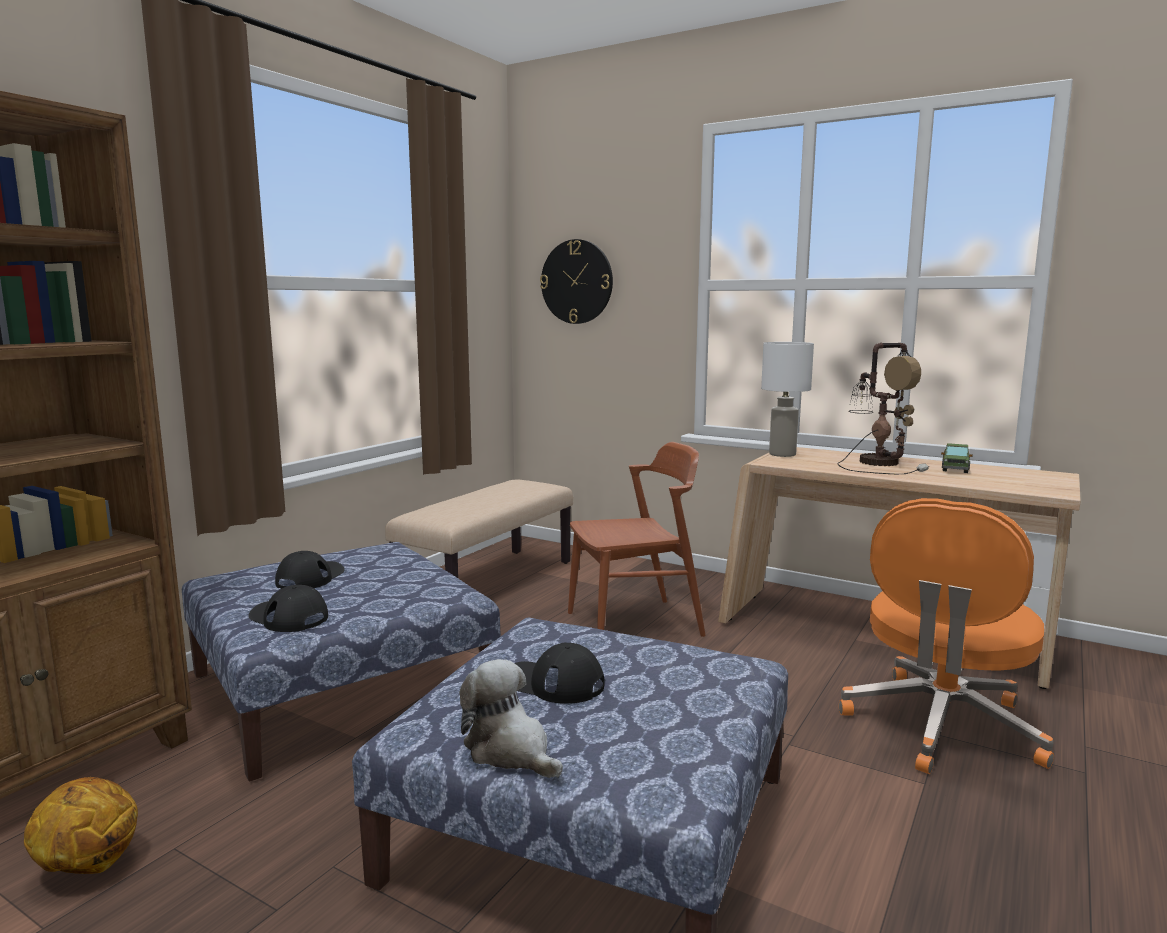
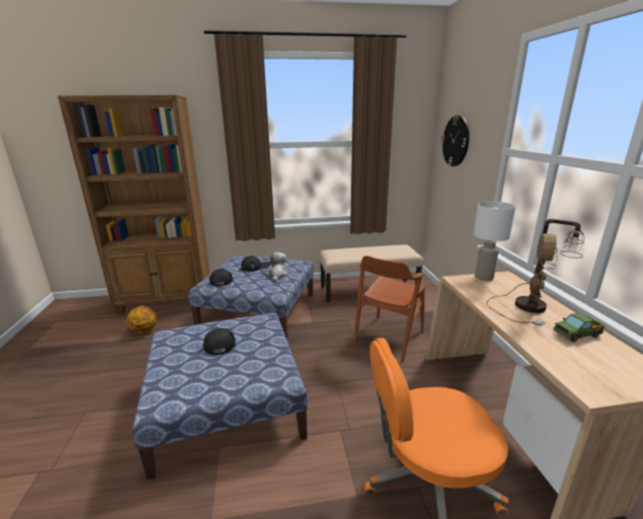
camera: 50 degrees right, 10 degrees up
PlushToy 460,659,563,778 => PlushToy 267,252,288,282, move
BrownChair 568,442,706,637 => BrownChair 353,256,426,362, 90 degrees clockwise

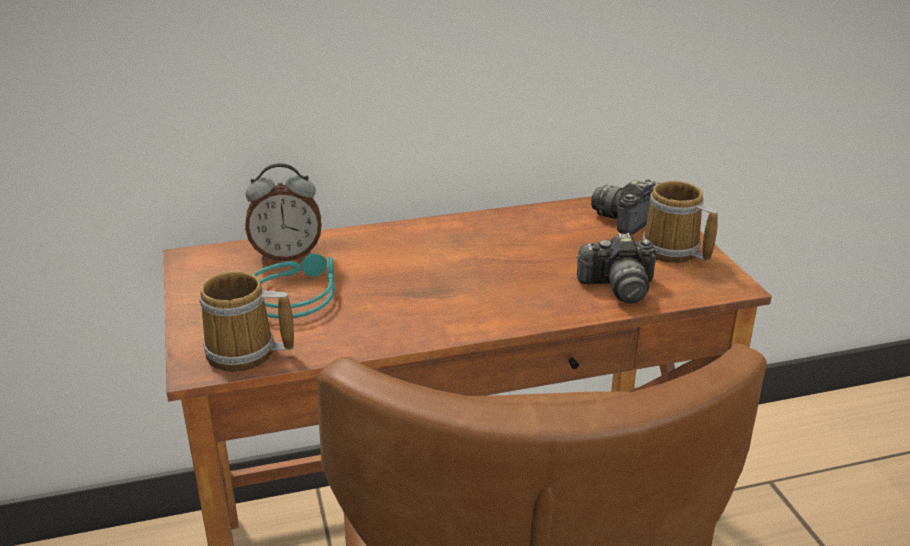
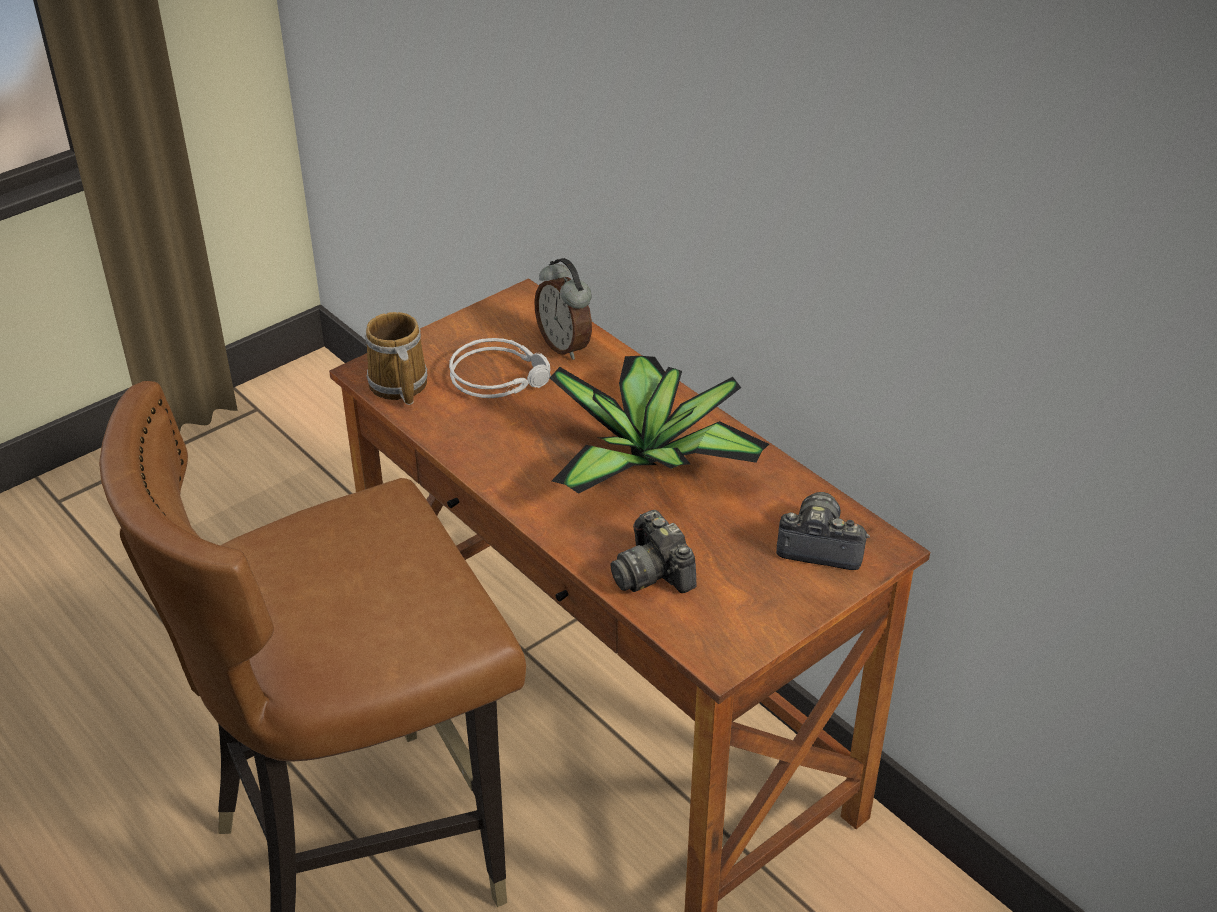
camera: 65 degrees right, 10 degrees up
Mug 642,181,718,263 => nothing
nothing => PottedPlant 550,356,769,494
TurquoiseHeadphones 253,253,335,318 => GreyHeadphones 449,338,551,398

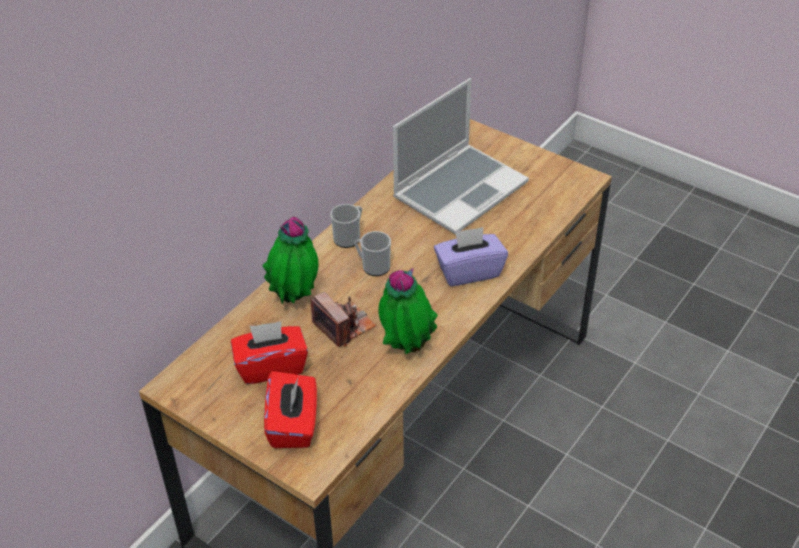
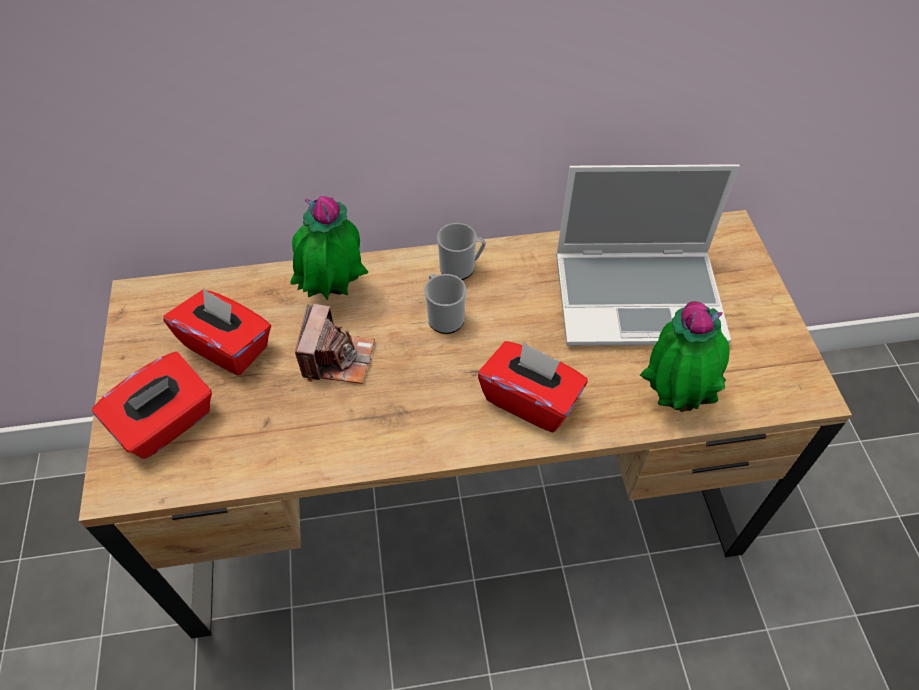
camera: 45 degrees right, 10 degrees up
PottedPlant 378,268,438,354 => PottedPlant 640,301,730,412, move
PurpleTissueBox 434,227,508,286 => RedTissueBox 478,341,588,432

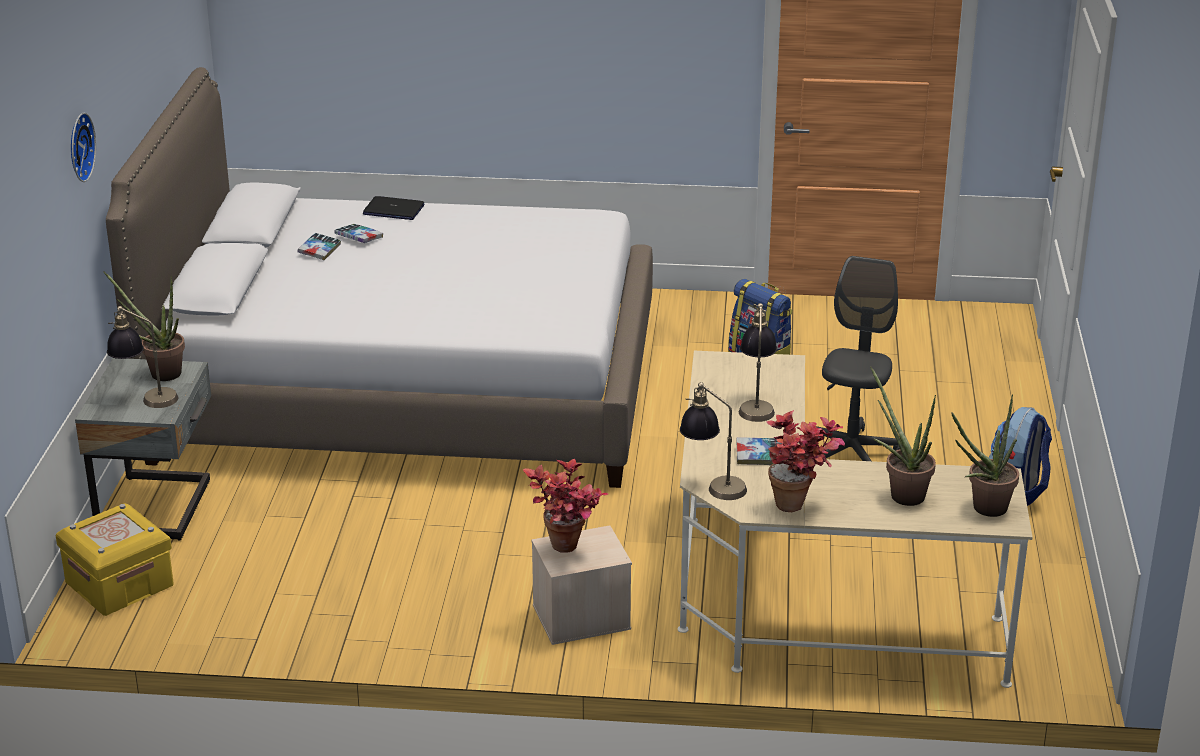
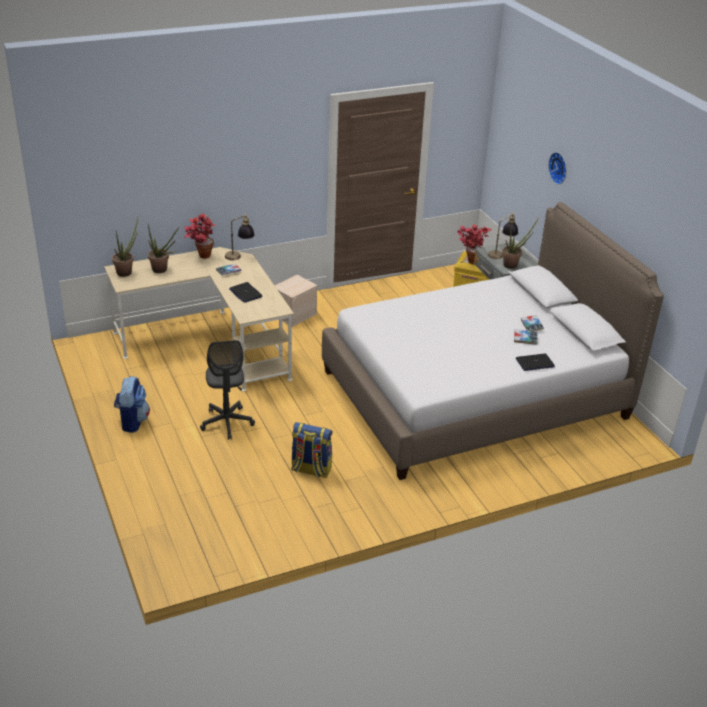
camera: 150 degrees right, 5 degrees up
PottedPlant 523,459,608,553 => PottedPlant 457,224,491,264, move
TableLamp 739,303,777,422 => Laptop 229,282,262,303

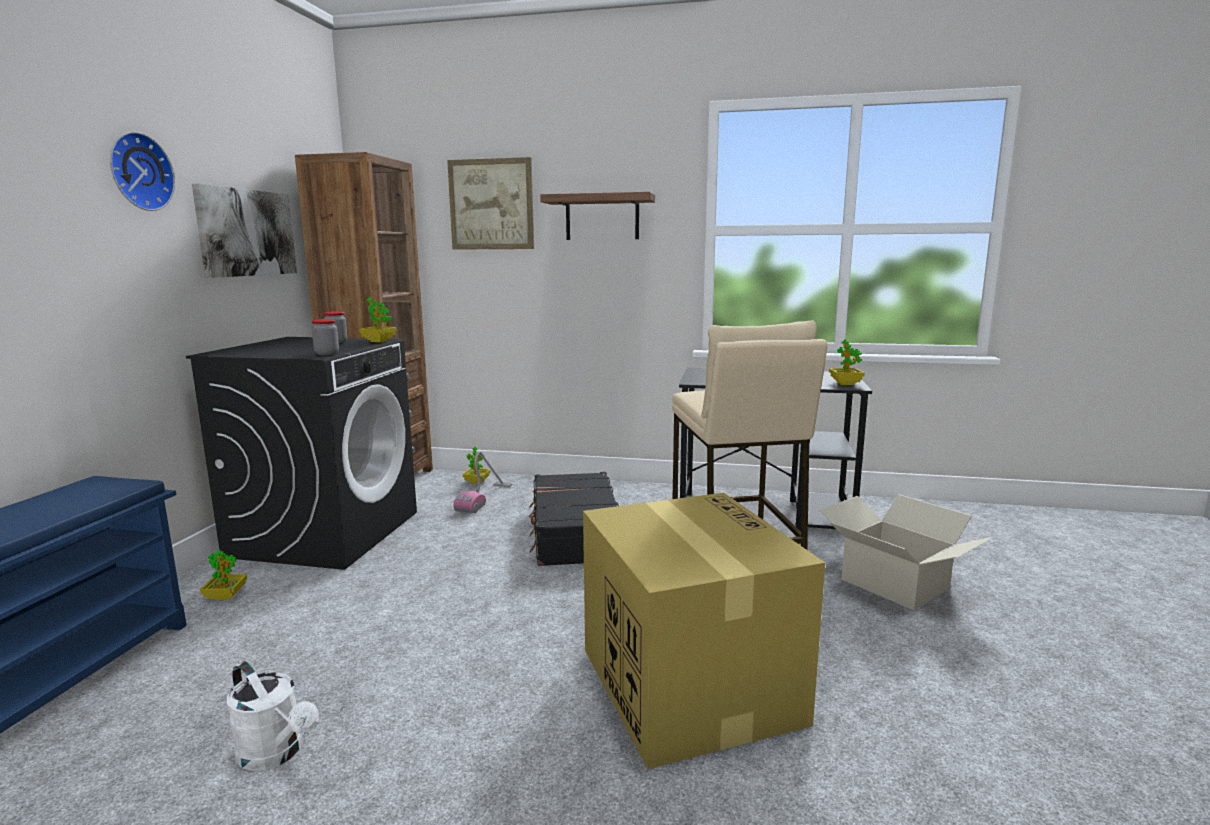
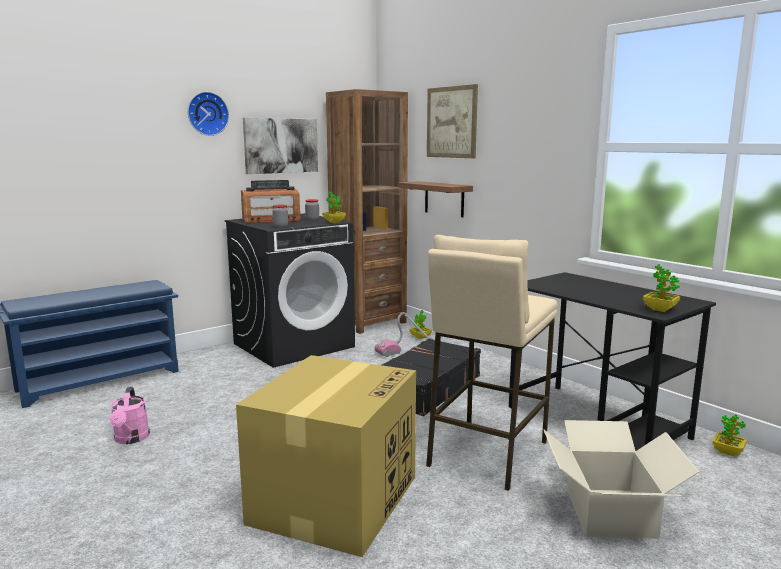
camera: 40 degrees right, 0 degrees up
nothing => Radio 241,180,301,223
PottedPlant 200,550,247,600 => PottedPlant 712,414,747,456, move
Shelf 540,192,655,240 => Shelf 399,181,473,217, move
WhiteWateringCan 226,661,319,771 => PinkWateringCan 110,387,150,444

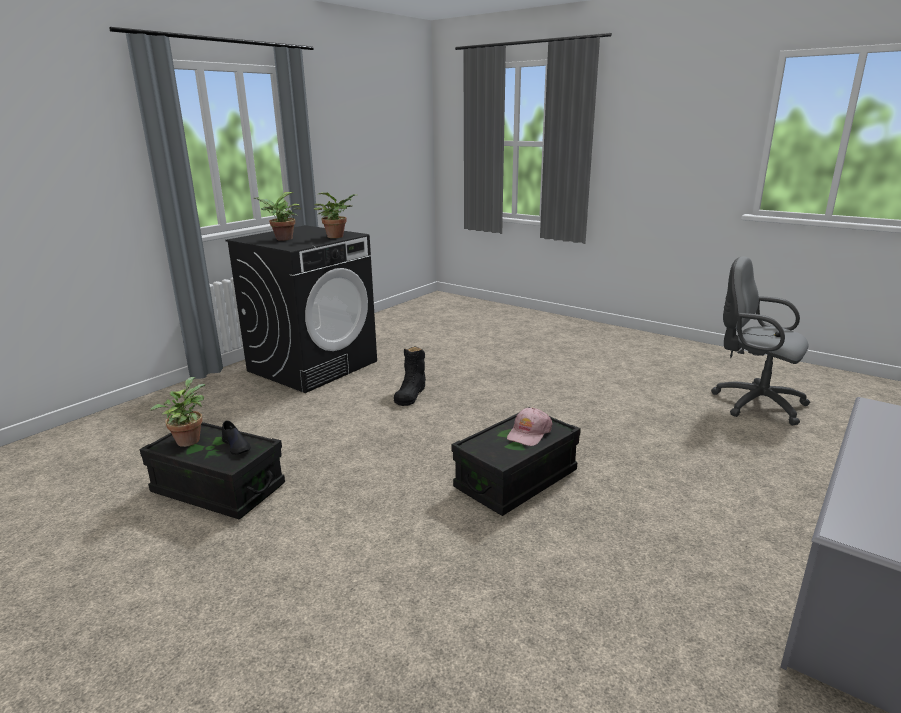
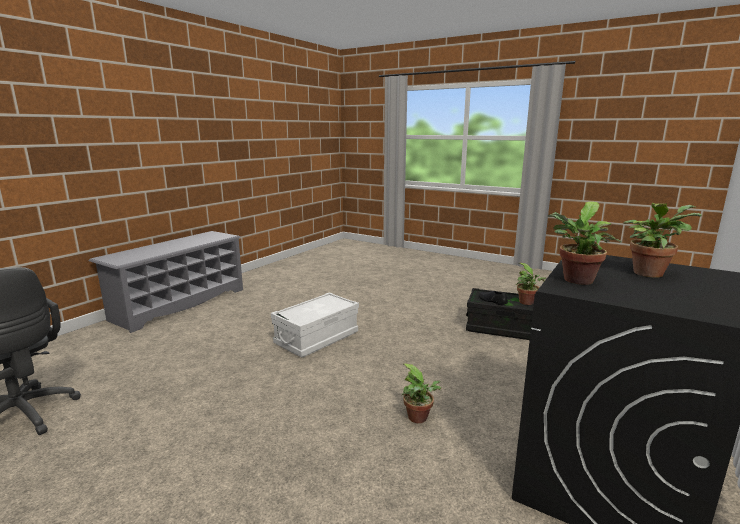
camera: 175 degrees right, 5 degrees down
PinkCap 507,408,553,446 => nothing
BlackBoot 394,347,426,406 => PottedPlant 401,363,441,423
BlackStorageBox 451,407,581,516 => WhiteStorageBox 271,292,359,357

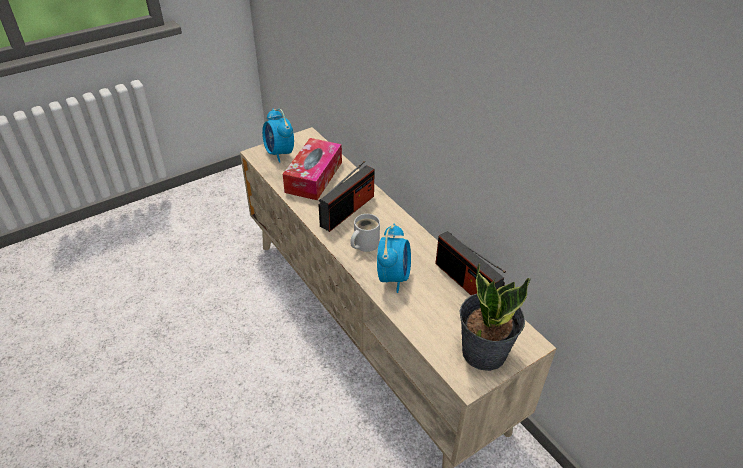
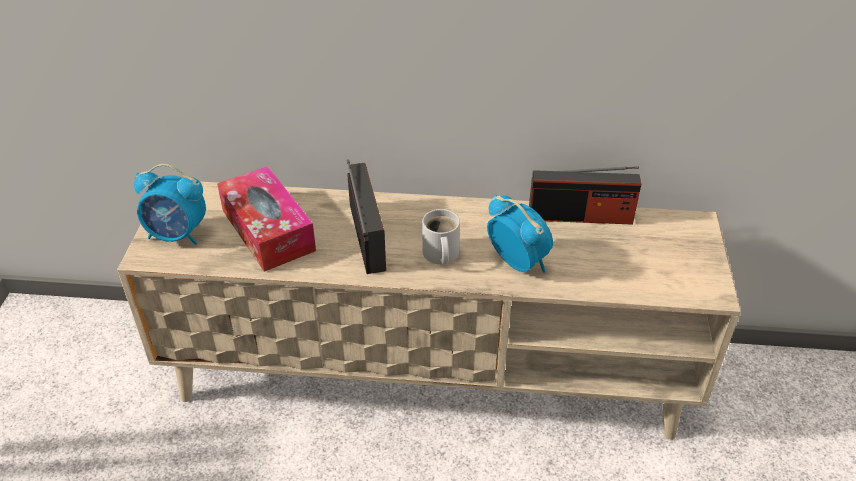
camera: 50 degrees left, 0 degrees up
PottedPlant 459,263,531,371 => nothing

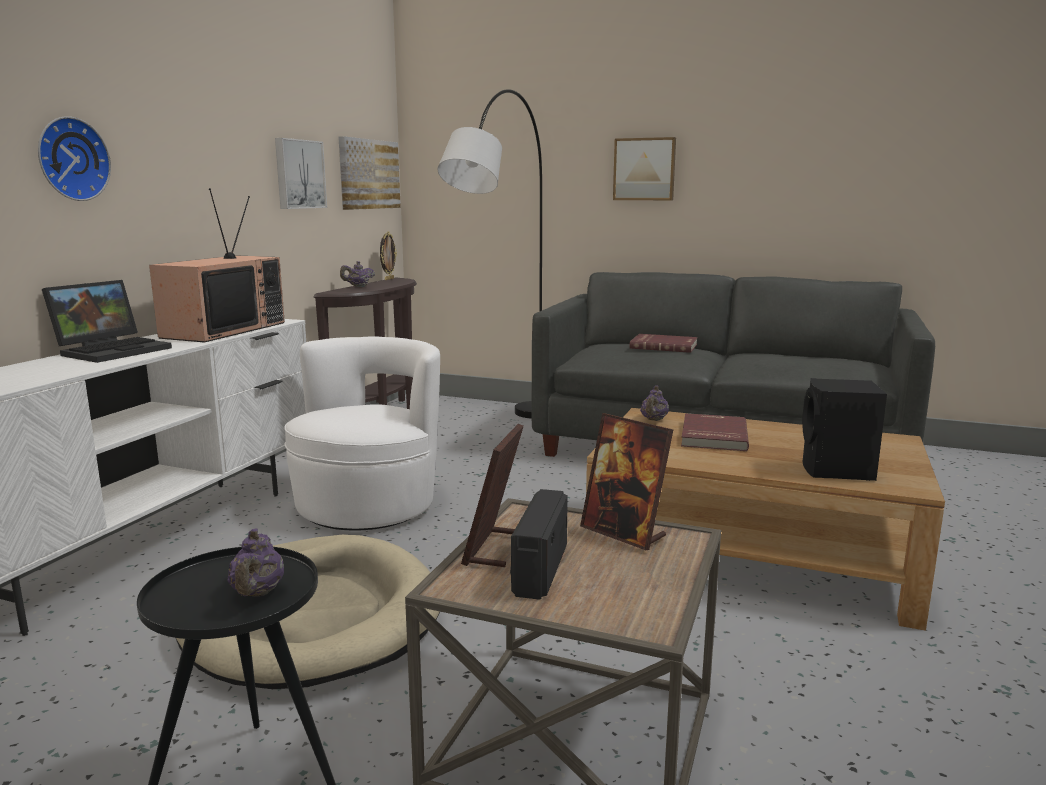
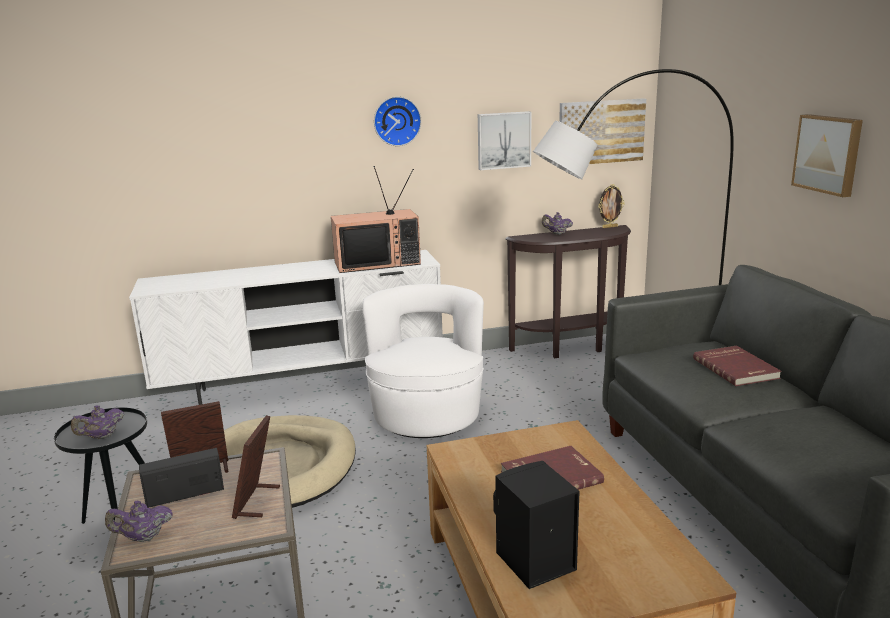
camera: 55 degrees right, 5 degrees up
Laptop 42,280,172,363 => nothing
WallClock 38,116,111,201 => WallClock 374,96,421,146, move
PurpleTeapot 640,385,669,421 => PurpleTeapot 105,501,173,542, move
WhiteArmchair 284,337,440,530 => WhiteArmchair 362,284,484,438, 75 degrees counterclockwise

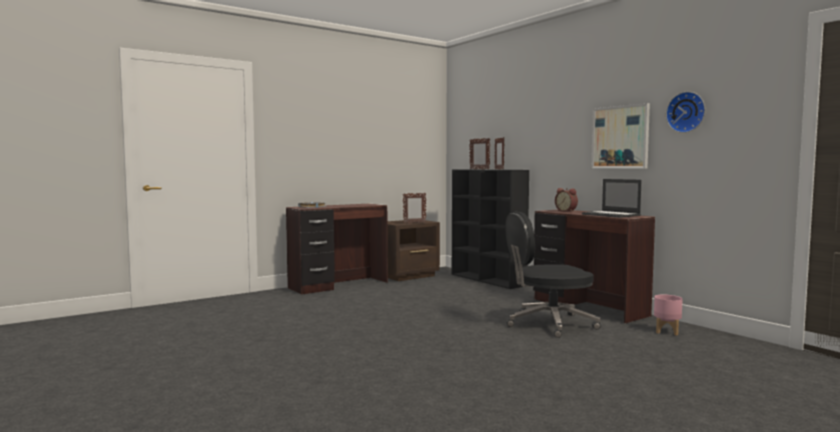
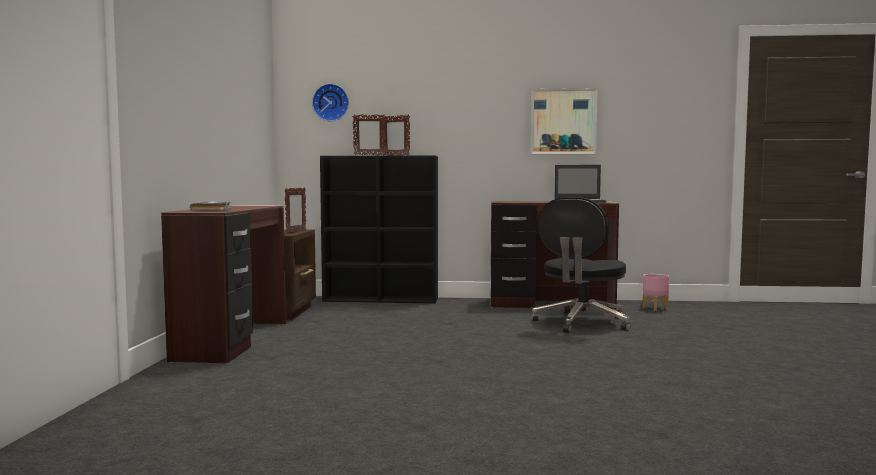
camera: 50 degrees left, 0 degrees up
AlarmClock 555,188,578,212 => nothing
WallClock 666,92,705,133 => WallClock 312,84,349,121, move

